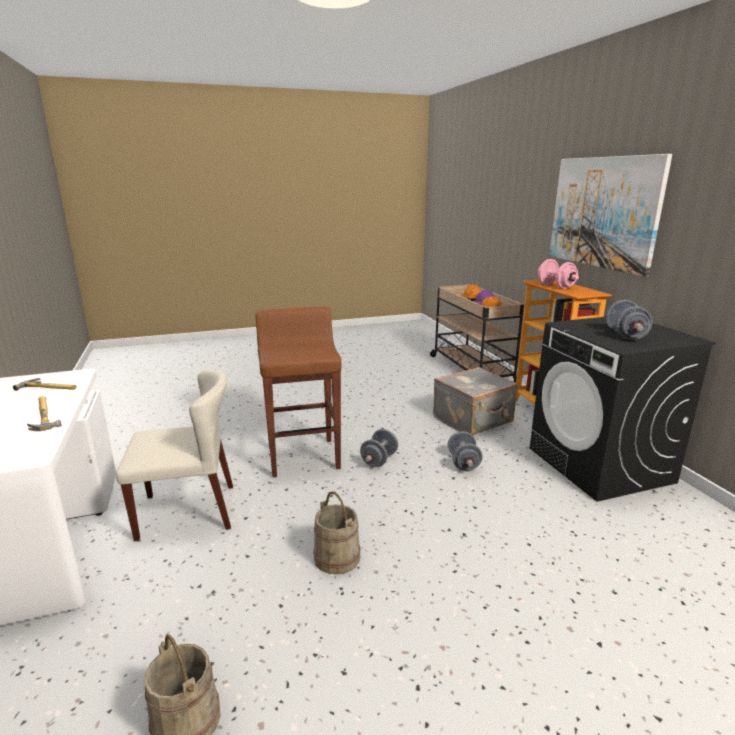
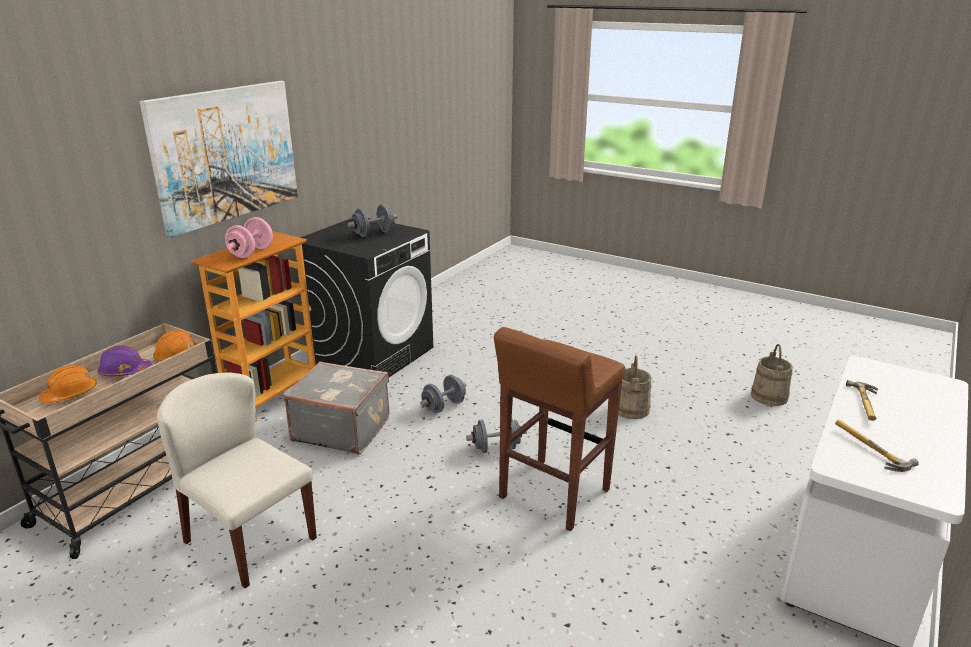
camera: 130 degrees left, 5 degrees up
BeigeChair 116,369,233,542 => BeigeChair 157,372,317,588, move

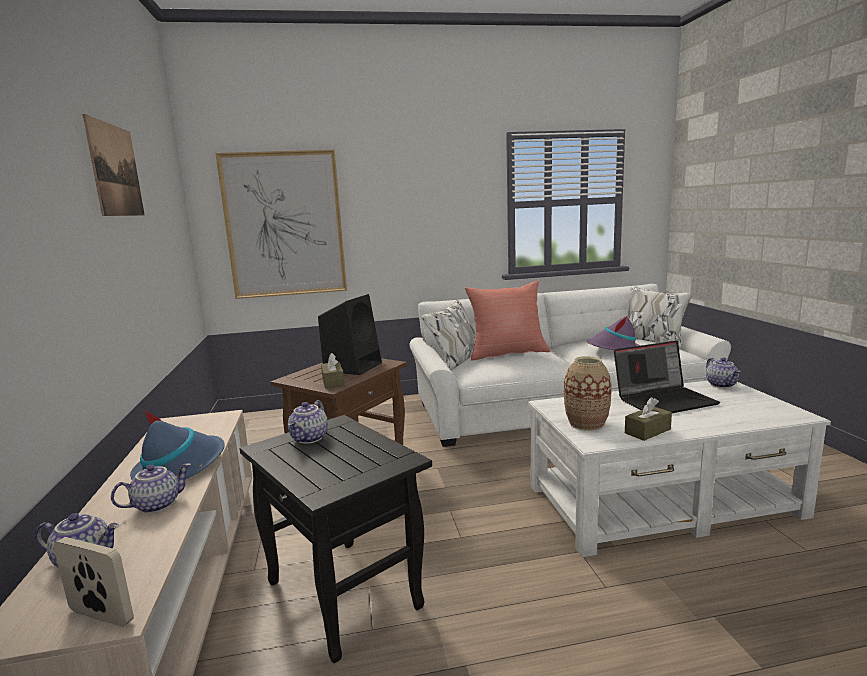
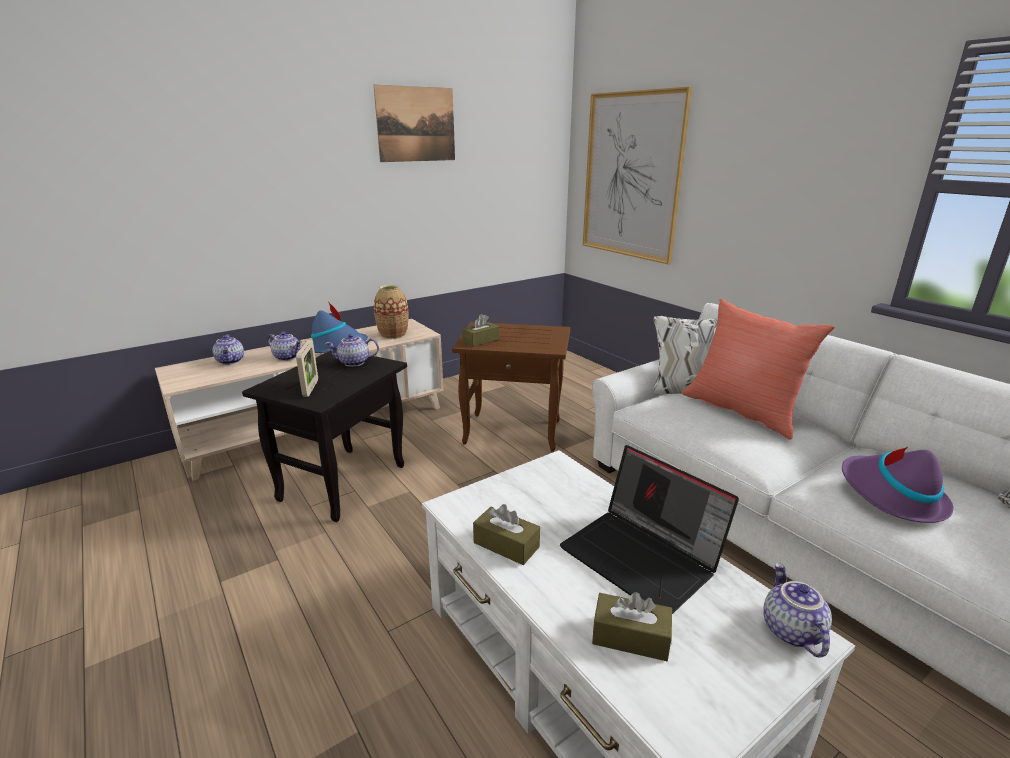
camera: 65 degrees right, 10 degrees up
BlackSpeaker 318,294,382,375 => nothing
nothing => BrownTissueBox 592,592,672,661
PictureFrame 54,537,134,627 => PictureFrame 296,340,318,397, move
Vase 564,356,611,431 => Vase 374,285,408,339, move
Teapot 706,358,741,388 => Teapot 763,563,832,658, 120 degrees clockwise

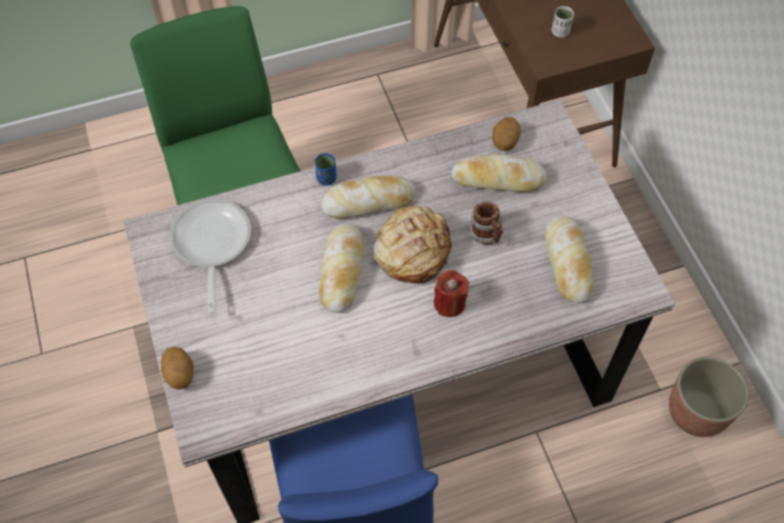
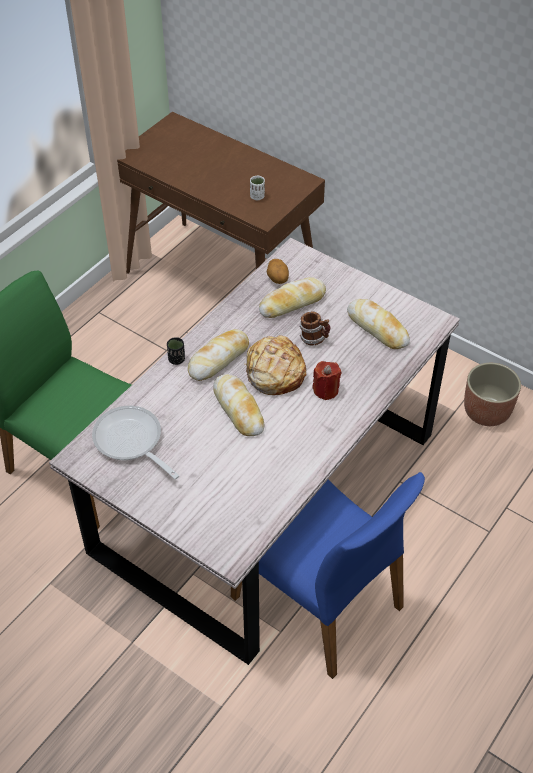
camera: 35 degrees left, 10 degrees down
Potato 161,347,194,390 => nothing
BlueCup 315,153,337,185 => BlackCup 167,337,185,365

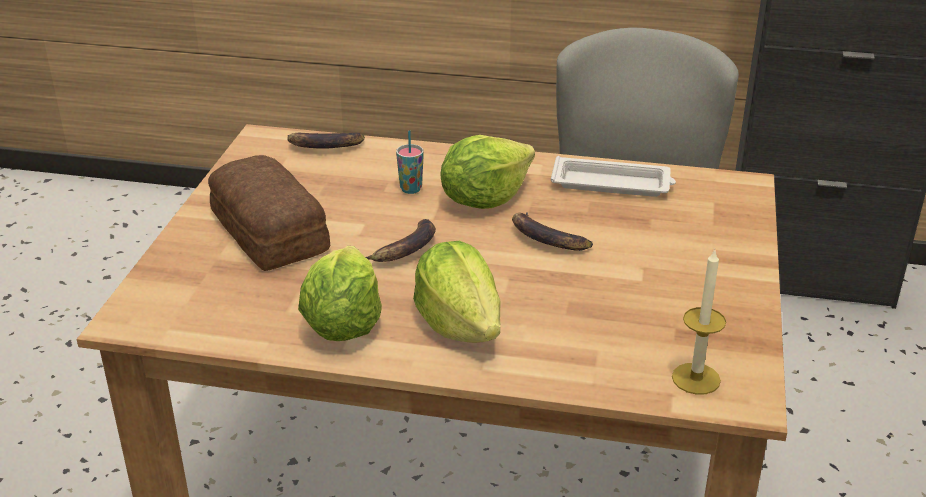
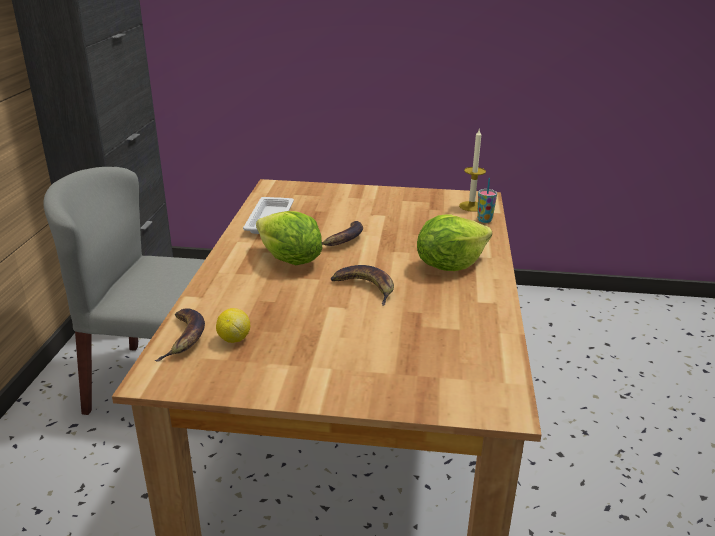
camera: 95 degrees left, 5 degrees down
Bread 208,155,330,271 => nothing
Lettuce 298,246,382,341 => nothing
nothing => Lemon 216,308,250,343
Cup 396,130,424,194 => Cup 477,178,497,223, move

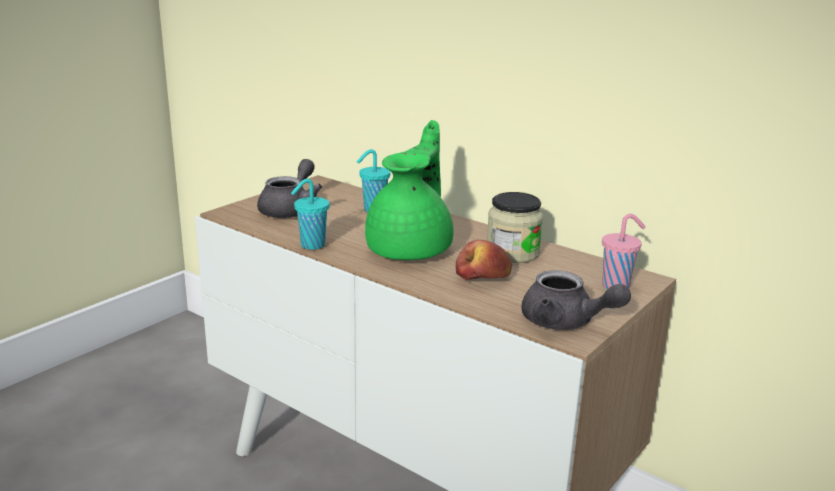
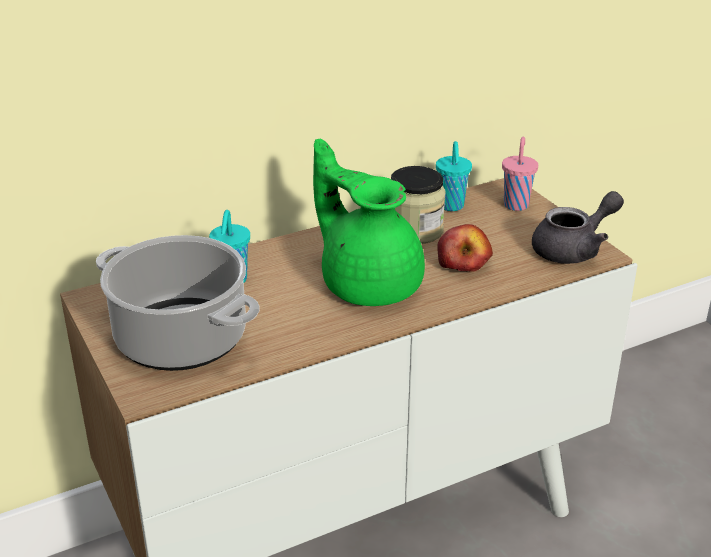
camera: 65 degrees left, 10 degrees up
TurquoiseCup 291,179,330,250 => TurquoiseCup 436,141,472,211, move
GreyTeapot 257,159,322,218 => CookingPot 96,235,260,371

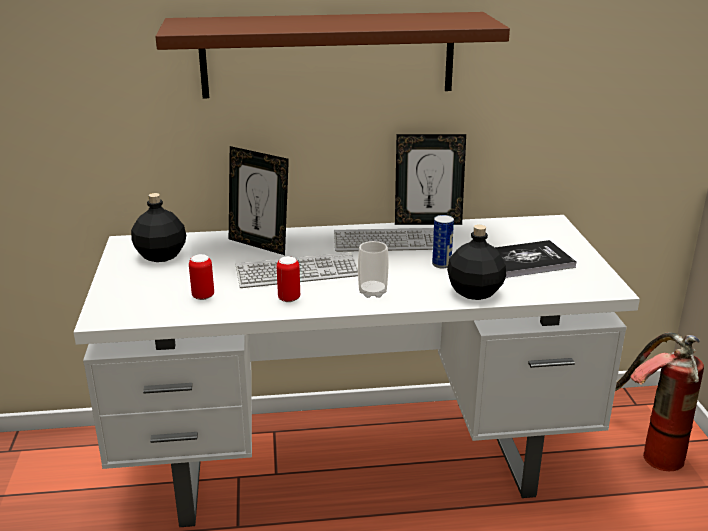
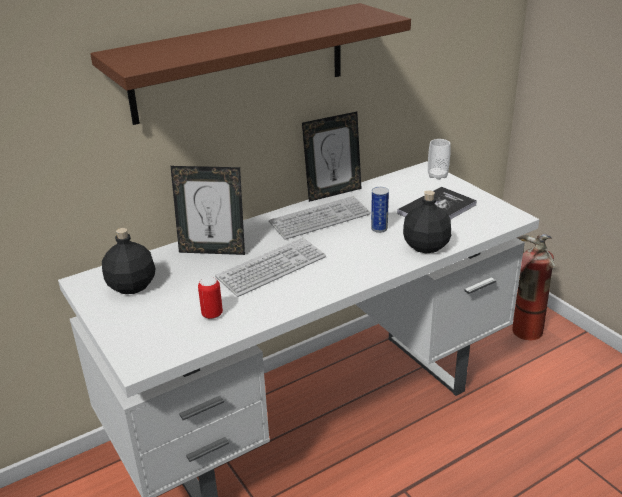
camera: 25 degrees left, 5 degrees up
Can 277,256,300,302 => nothing
Cup 358,241,389,298 => Cup 428,139,451,180, move

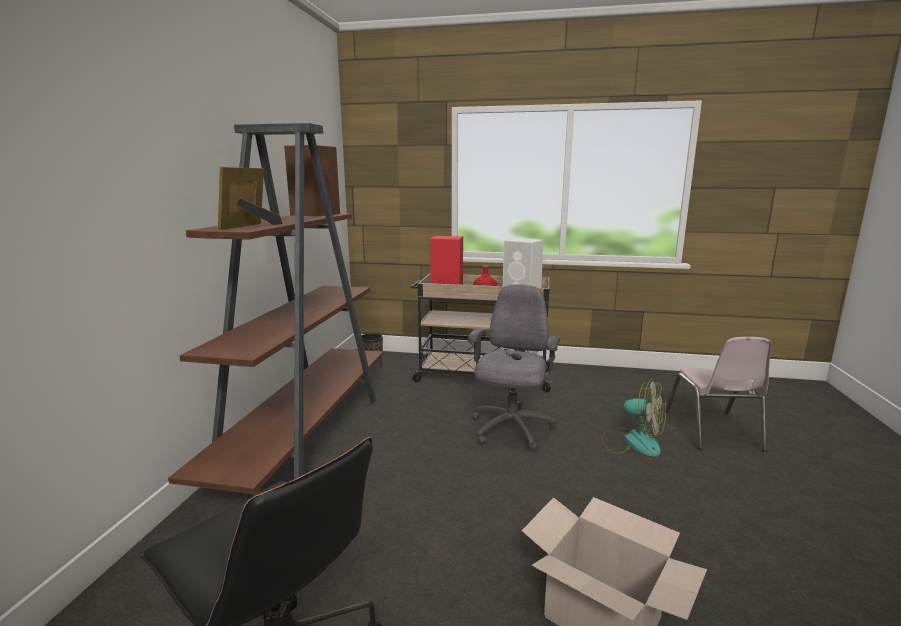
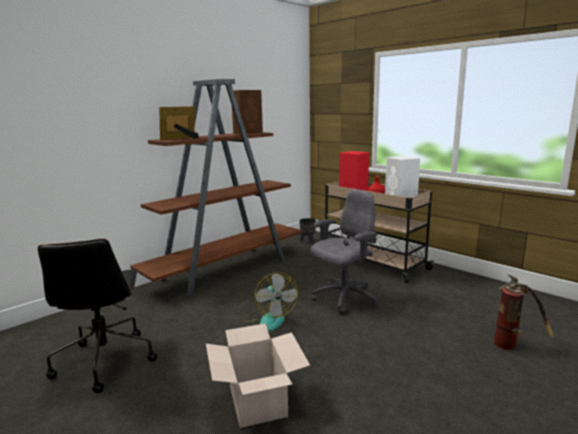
camera: 35 degrees right, 0 degrees up
Fan 602,379,666,457 => Fan 243,272,298,331, move
PinkChair 666,337,772,452 => FireExtinguisher 494,274,554,350

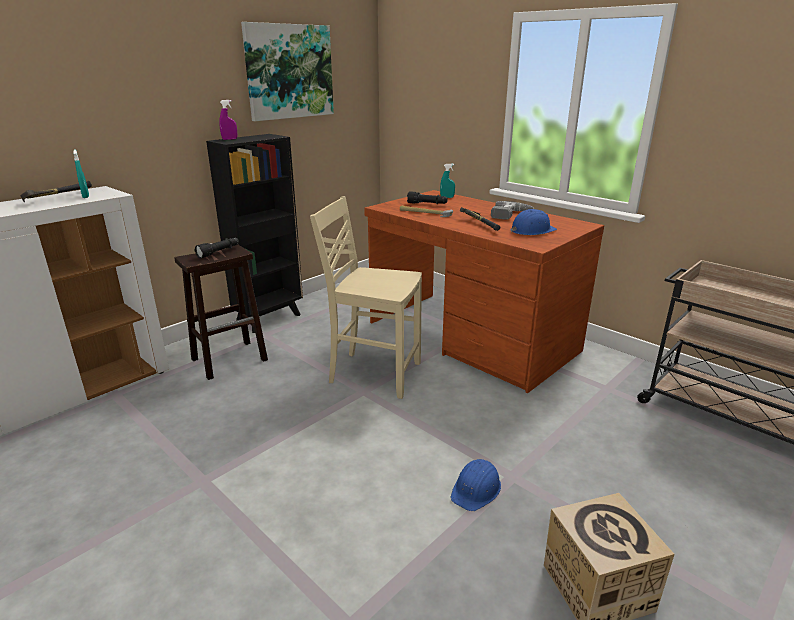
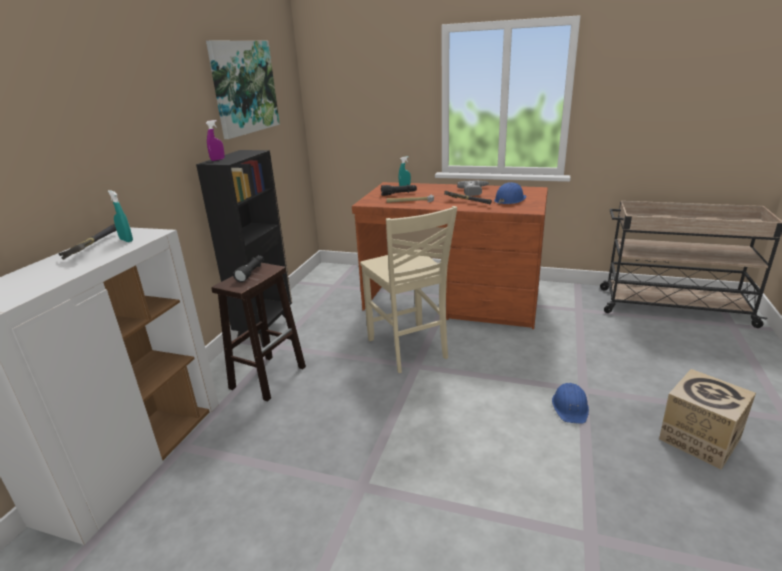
camera: 25 degrees left, 0 degrees up
BeigeChair 310,196,422,399 => BeigeChair 360,206,457,373, 105 degrees counterclockwise

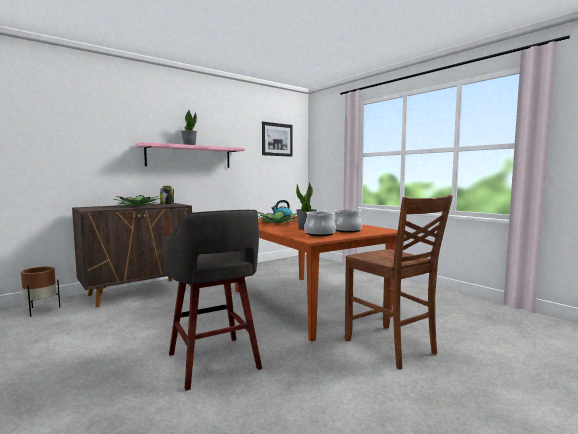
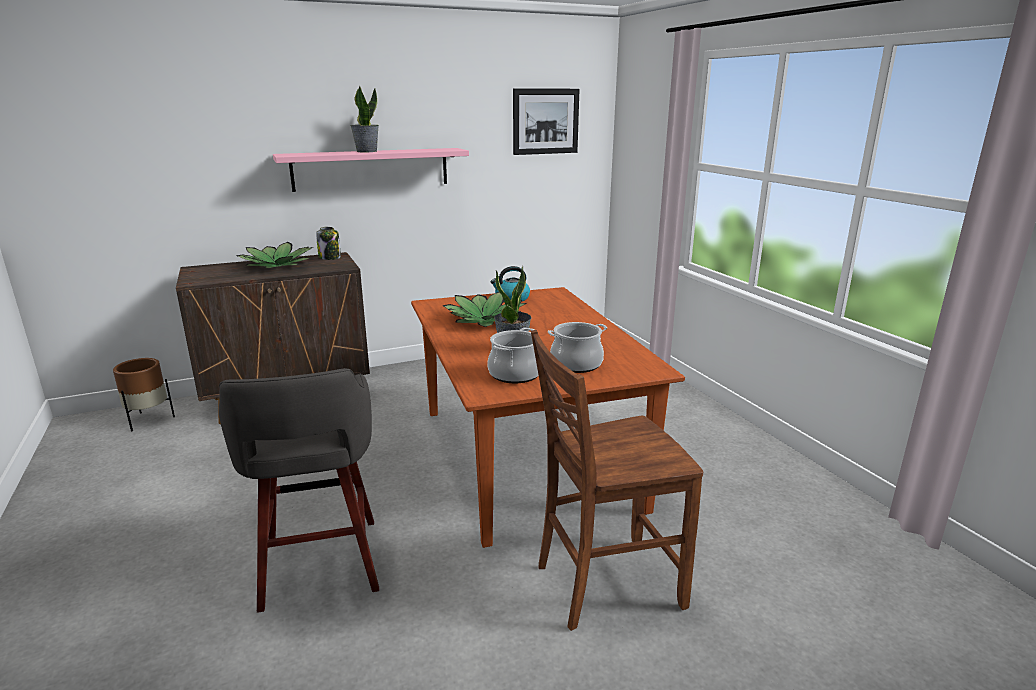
camera: 15 degrees right, 15 degrees up
BrownChair 345,195,453,370 => BrownChair 531,330,703,631, 90 degrees clockwise

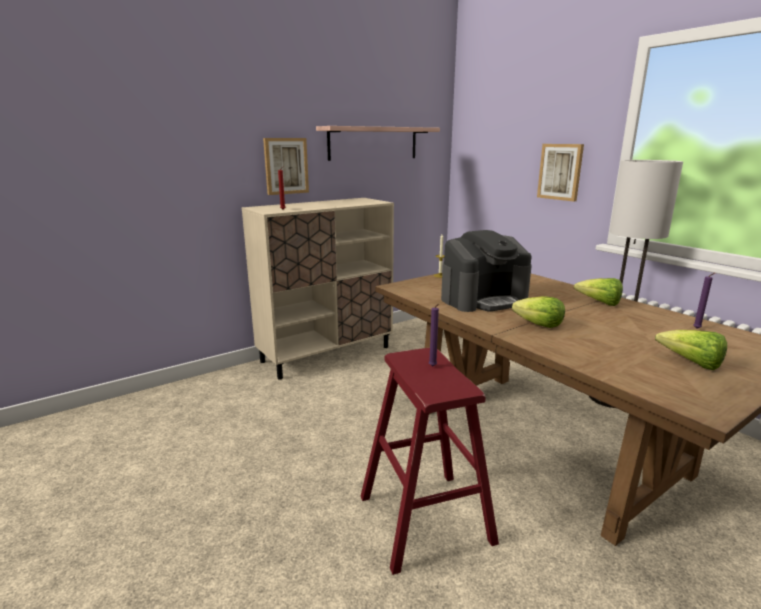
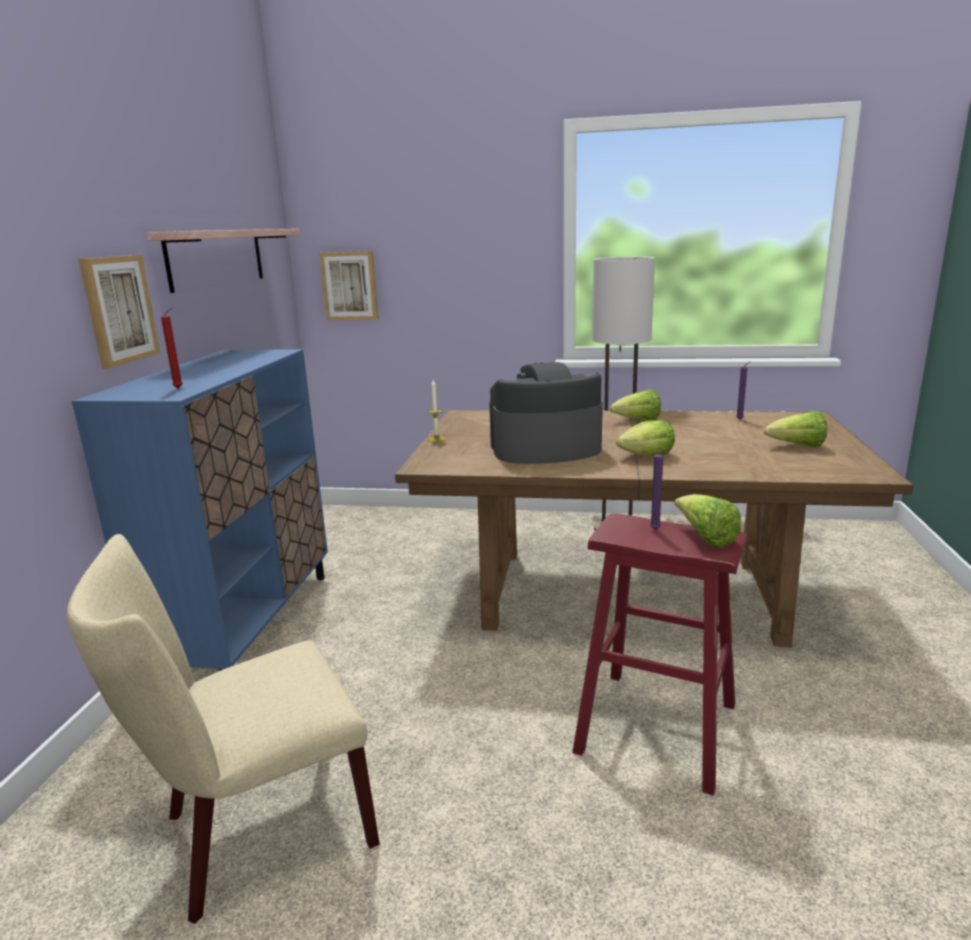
camera: 45 degrees left, 0 degrees up
nothing => BeigeChair 67,534,380,924
nothing => Lettuce 674,494,741,548
Picture 537,144,584,202 => Picture 319,251,379,320, move
BeigeCabinet 242,198,394,379 => BlueCabinet 72,349,328,671
CoffeeMachine 441,230,532,312 => CoffeeMachine 489,362,603,464, 120 degrees counterclockwise

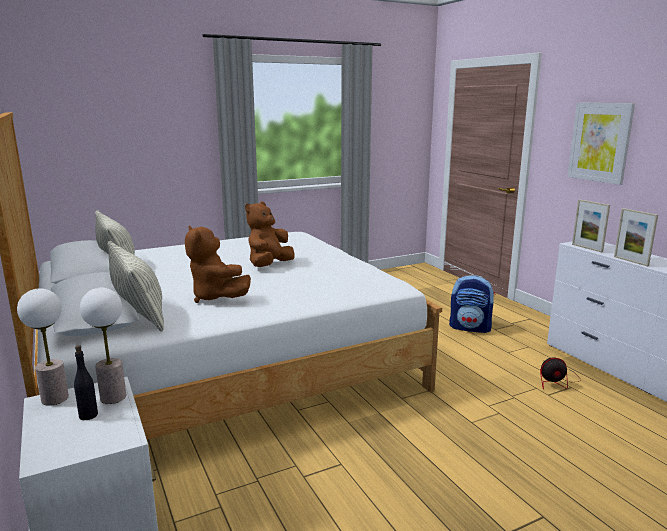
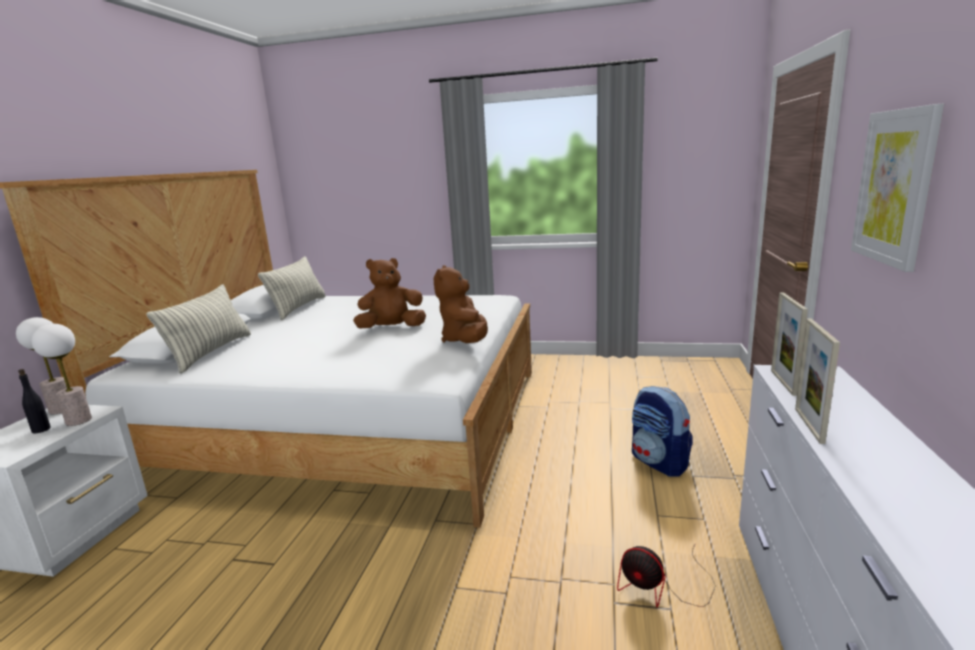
camera: 40 degrees right, 0 degrees up
BrownPlushToy 185,225,251,303 => BrownPlushToy 434,265,488,343, move

